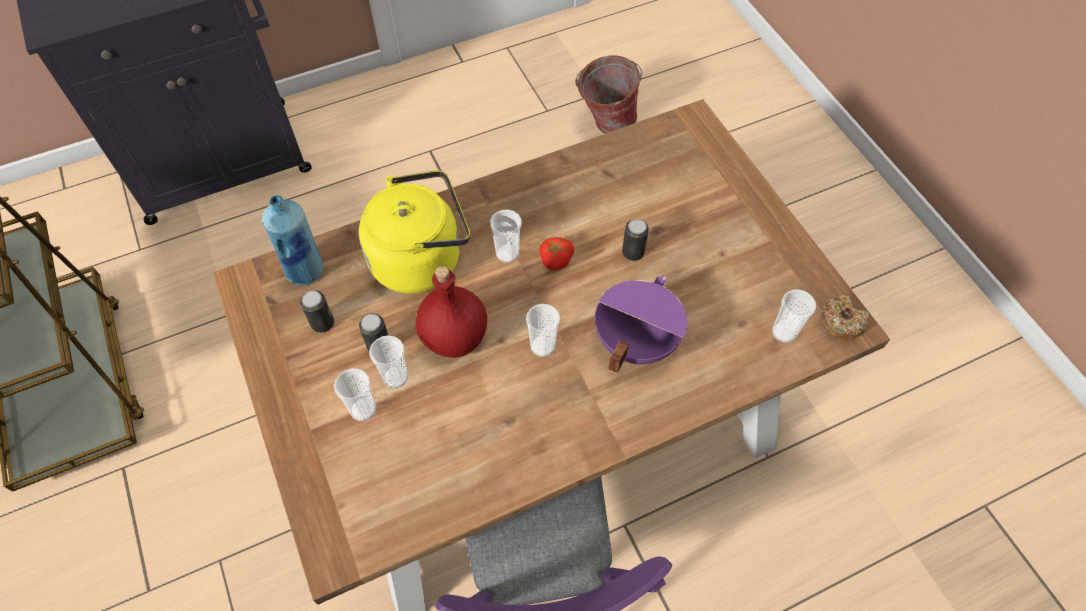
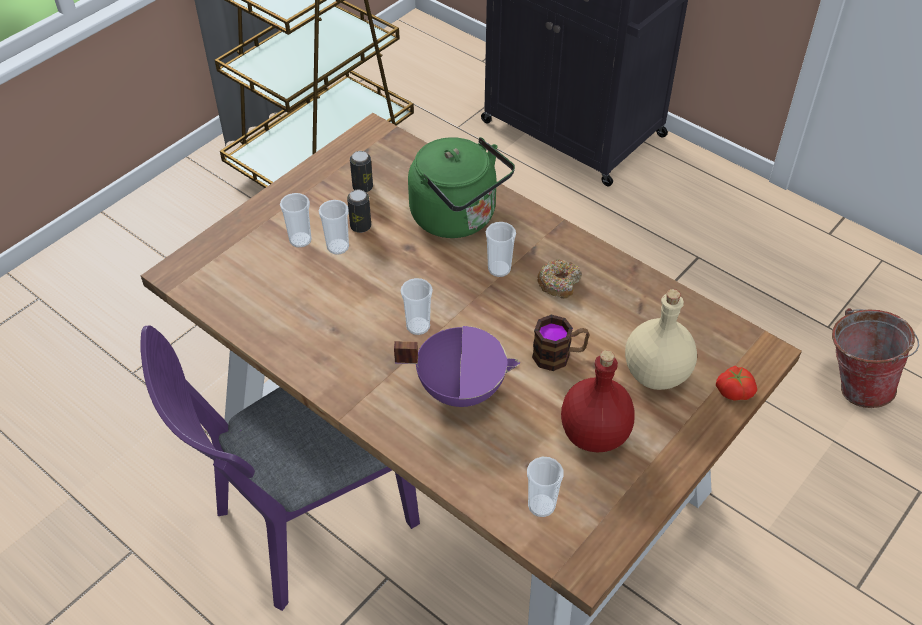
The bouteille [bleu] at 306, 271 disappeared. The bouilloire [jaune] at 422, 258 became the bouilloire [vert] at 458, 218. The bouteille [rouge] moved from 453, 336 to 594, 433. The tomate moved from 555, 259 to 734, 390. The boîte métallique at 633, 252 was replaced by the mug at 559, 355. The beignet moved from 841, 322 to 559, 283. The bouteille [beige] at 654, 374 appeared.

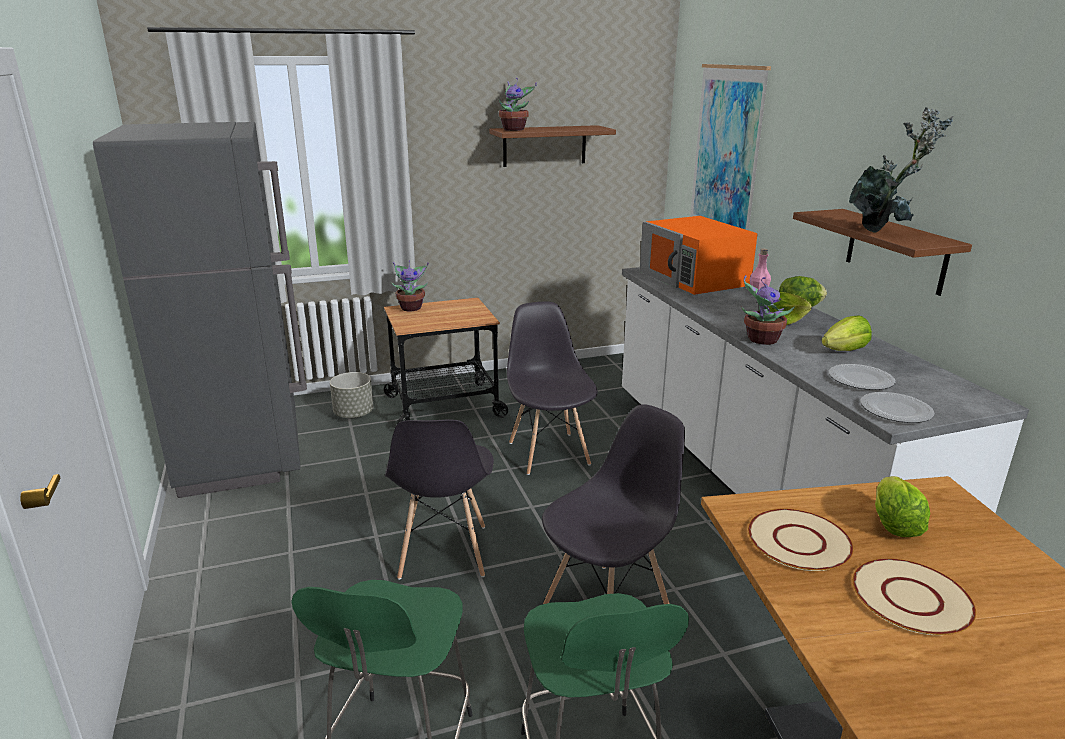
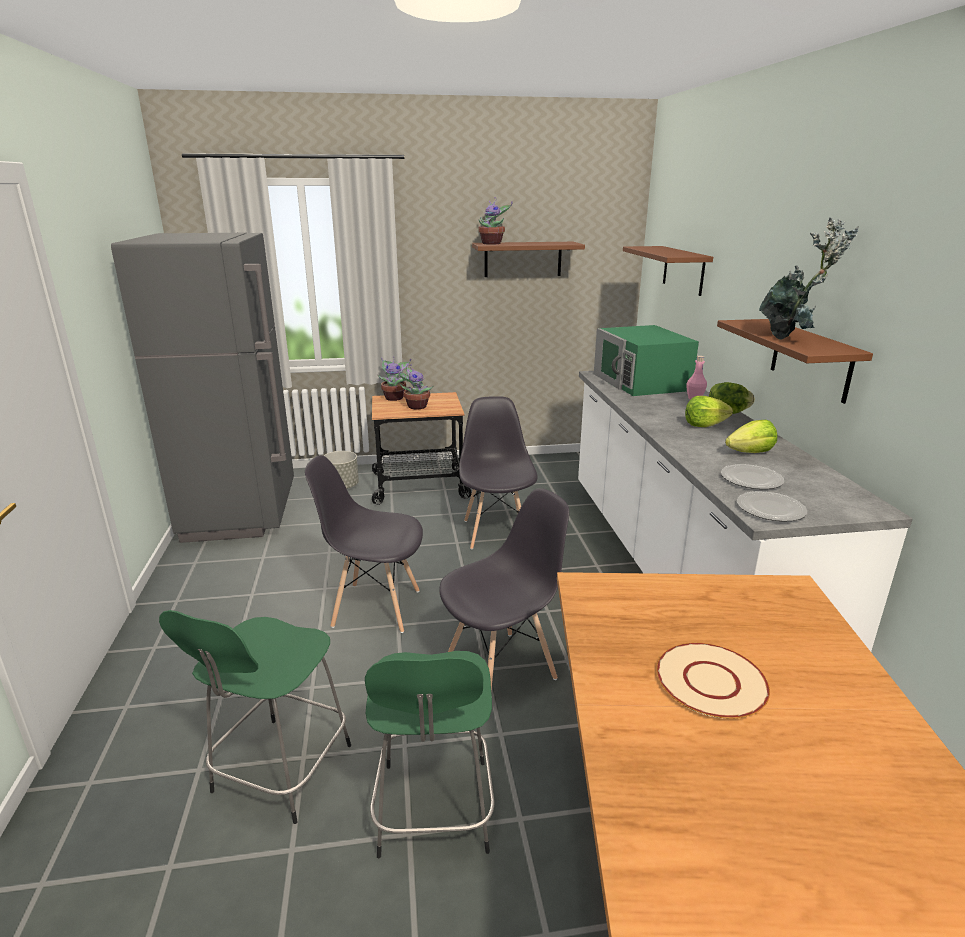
The chaise [gris] at 443, 552 turned 90 degrees clockwise. The micro-ondes [orange] at 694, 278 became the micro-ondes [vert] at 641, 382. The tableau at 726, 156 was replaced by the étagère [marron] at 683, 270. The plante en pot moved from 760, 340 to 416, 406. The assiette [beige] at 799, 542 disappeared. The laitue at 893, 524 disappeared.

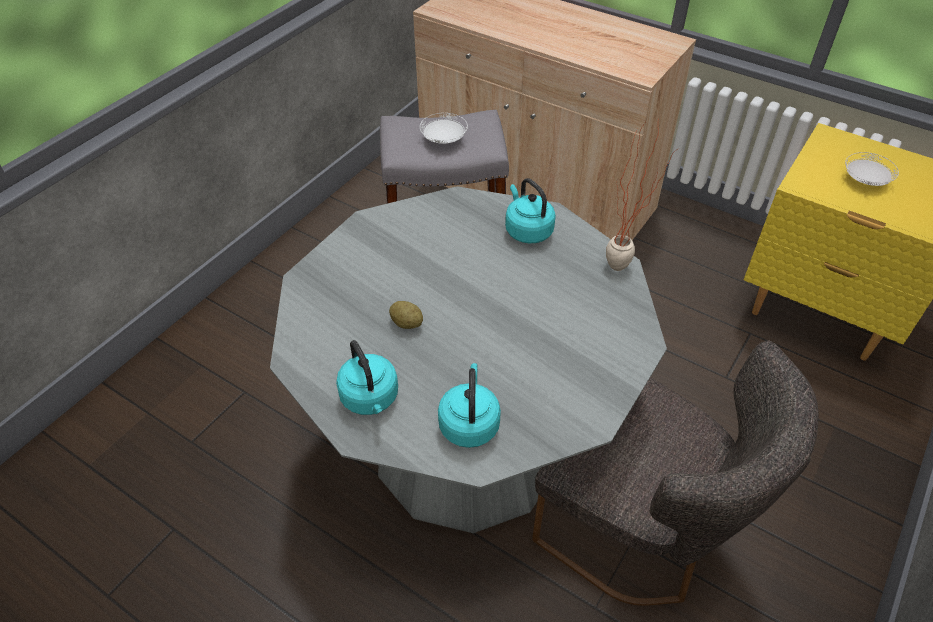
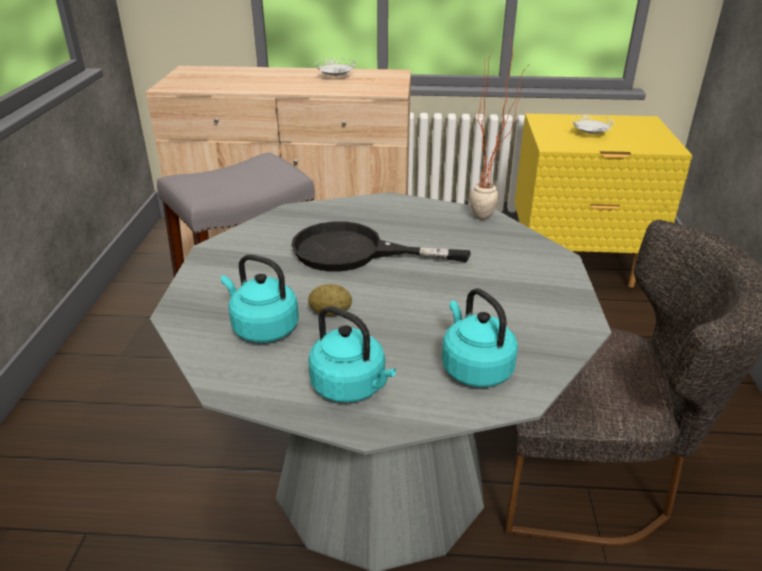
The assiette [blanc] moved from 444, 140 to 336, 77. The bouilloire [turquoise] moved from 527, 230 to 262, 328. The poêle [noir] at 355, 252 appeared.

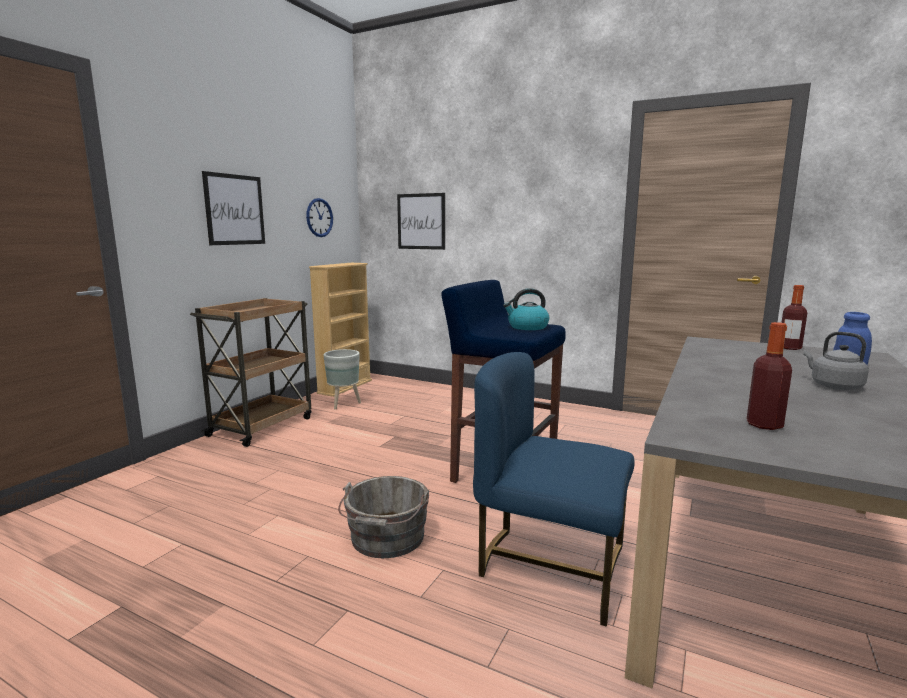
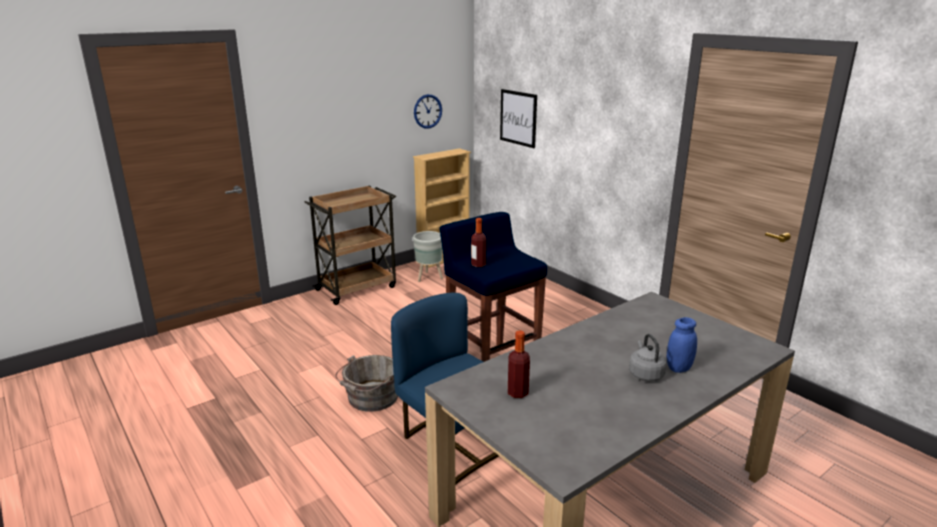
The tableau at 235, 209 disappeared. The bouilloire at 527, 327 disappeared. The bouteille moved from 789, 348 to 478, 264.

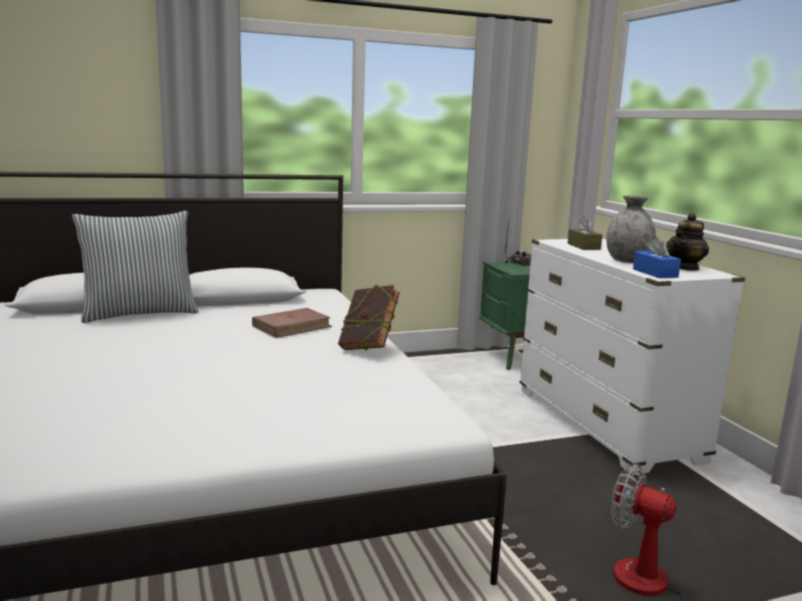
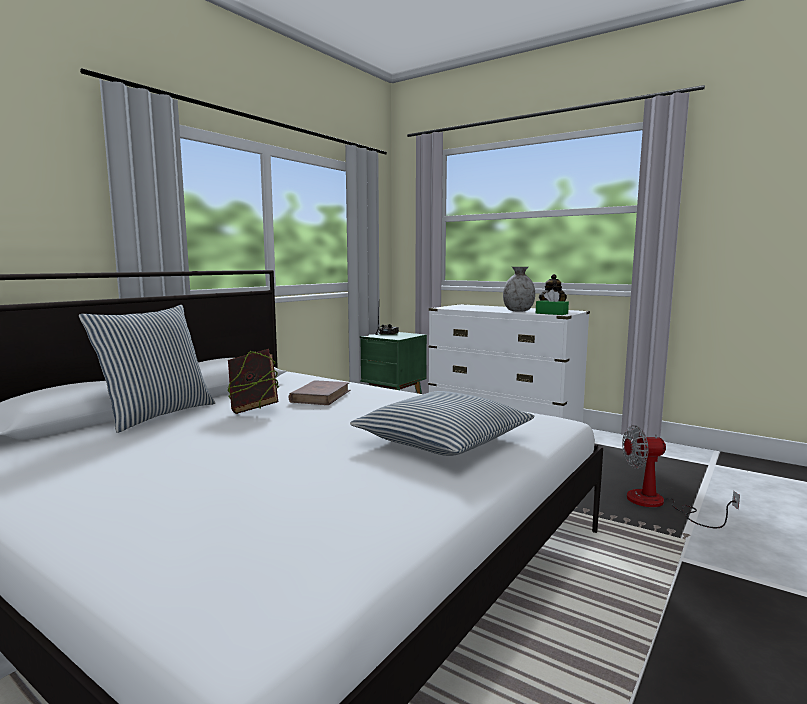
The livre moved from 368, 348 to 254, 409. The boîte à mouchoirs [marron] at 583, 246 disappeared. The boîte à mouchoirs [bleu] at 655, 273 became the boîte à mouchoirs [vert] at 551, 313. The coussin at 442, 440 appeared.

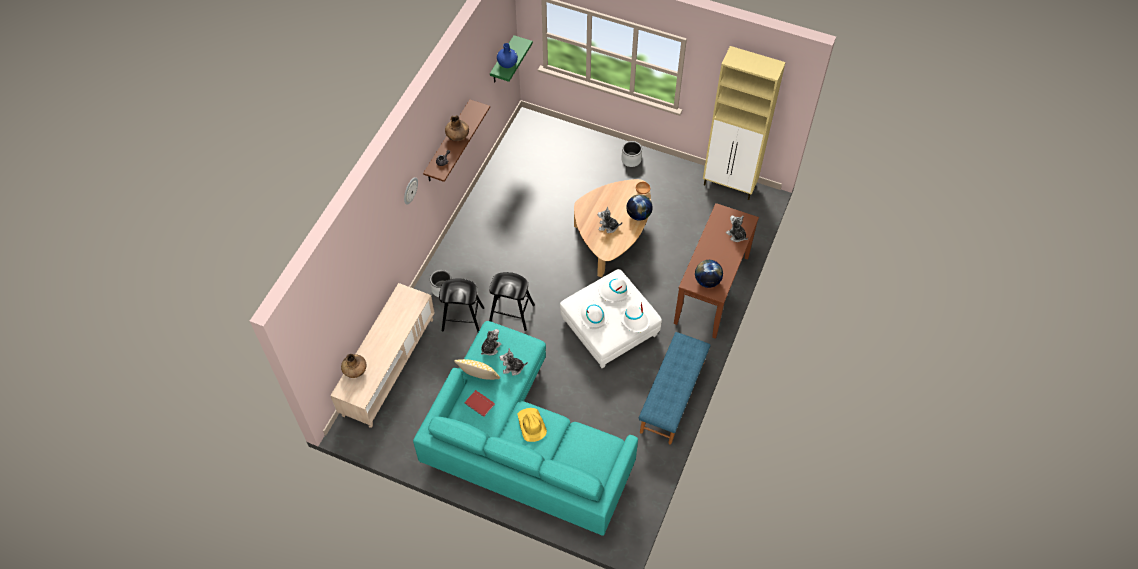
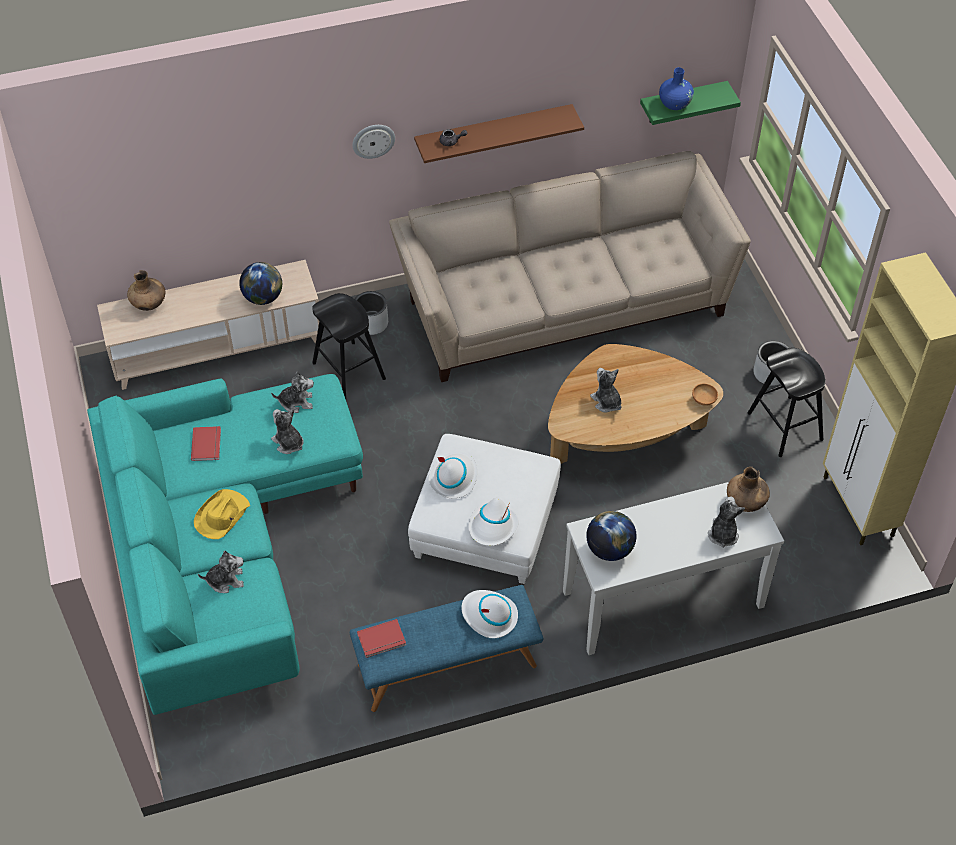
The vase [marron] moved from 458, 136 to 745, 502. The coussin at 479, 378 disappeared. The tabouret [noir] moved from 511, 313 to 784, 426. The chapeau [blanc] moved from 614, 292 to 489, 616. The globe moved from 638, 215 to 263, 298. The table console [marron] at 712, 289 became the table console [blanc] at 663, 599. The peluche at 225, 580 appeared. The livre [rouge] at 382, 640 appeared. The canapé [beige] at 564, 302 appeared.

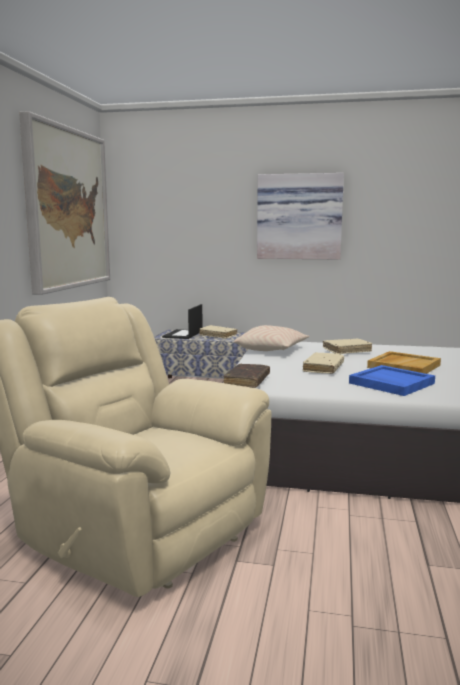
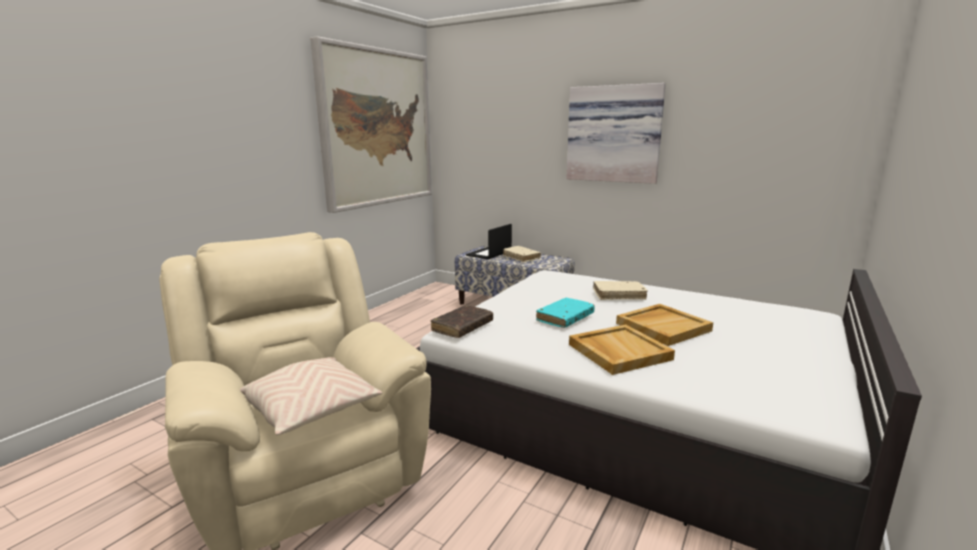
The coussin [beige] moved from 271, 350 to 312, 410. The livre [beige] at 323, 368 became the livre [turquoise] at 565, 318. The plateau [bleu] at 390, 383 became the plateau [beige] at 618, 351.

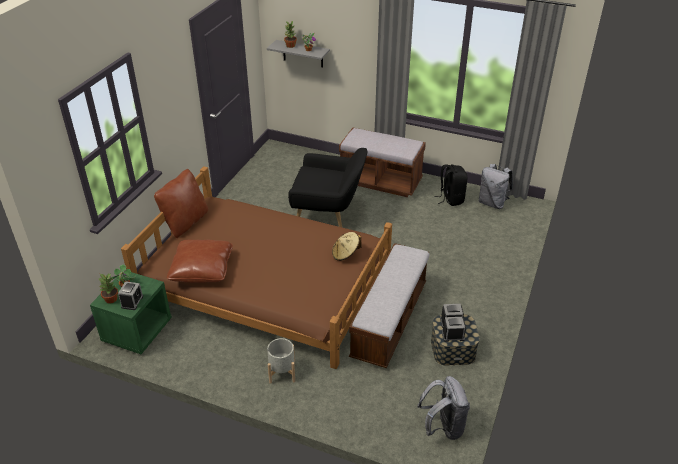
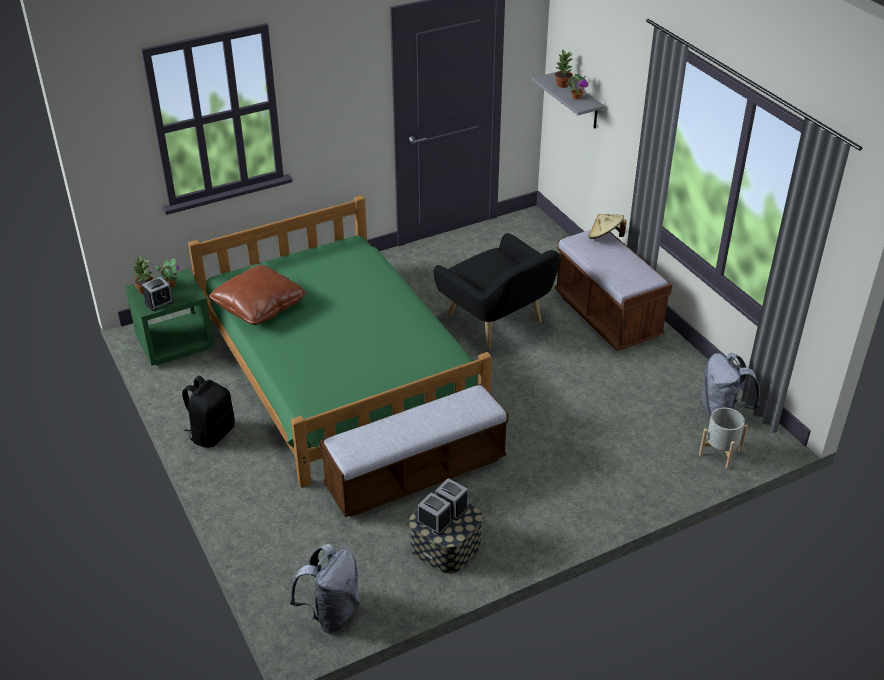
The lit [marron] at 267, 286 became the lit [vert] at 338, 366. The coussin [marron] at 185, 222 disappeared. The cache-pot [gris] moved from 282, 372 to 720, 452. The chapeau [beige] moved from 345, 254 to 605, 237. The sac à dos [noir] moved from 450, 199 to 212, 433.

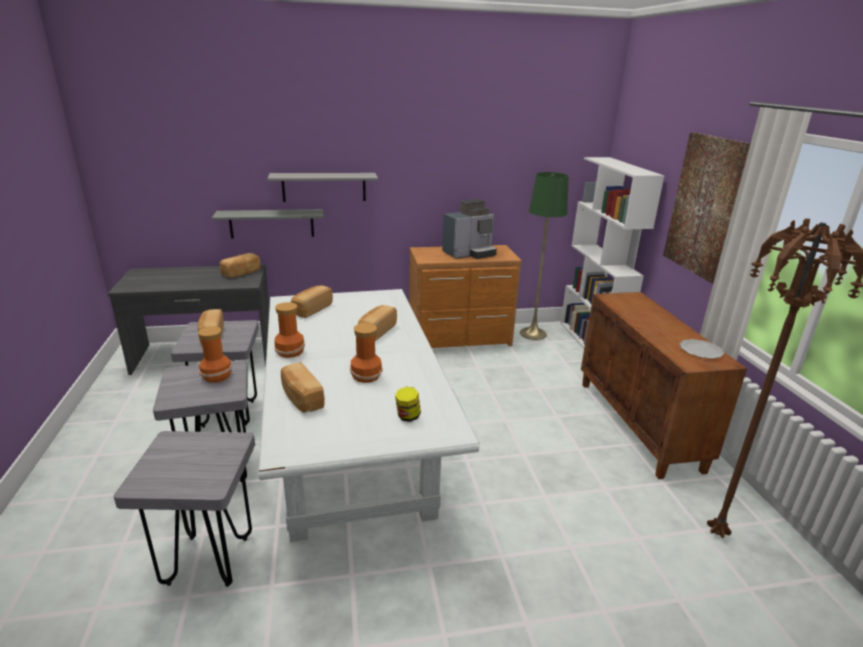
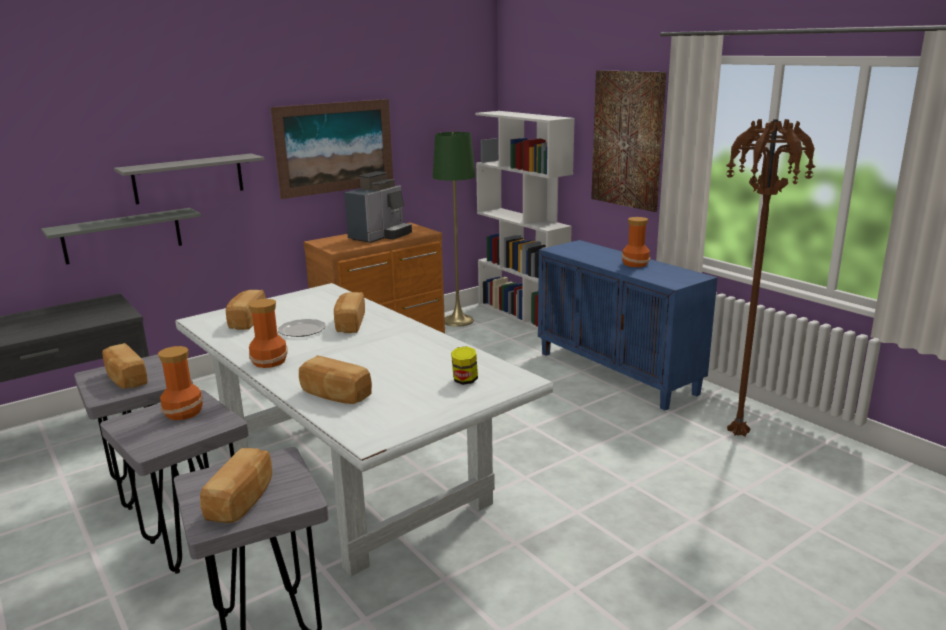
The pain moved from 242, 273 to 243, 500. The vase moved from 366, 375 to 634, 263. The meuble de rangement [marron] at 638, 424 became the meuble de rangement [bleu] at 617, 373. The assiette moved from 701, 350 to 303, 330. The tableau at 335, 147 appeared.

